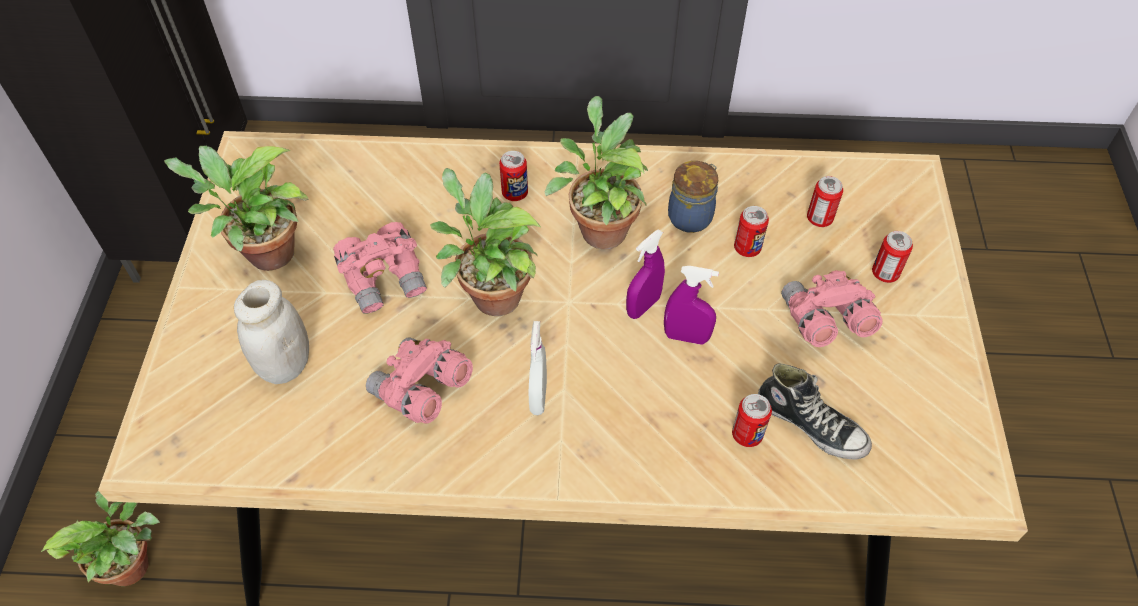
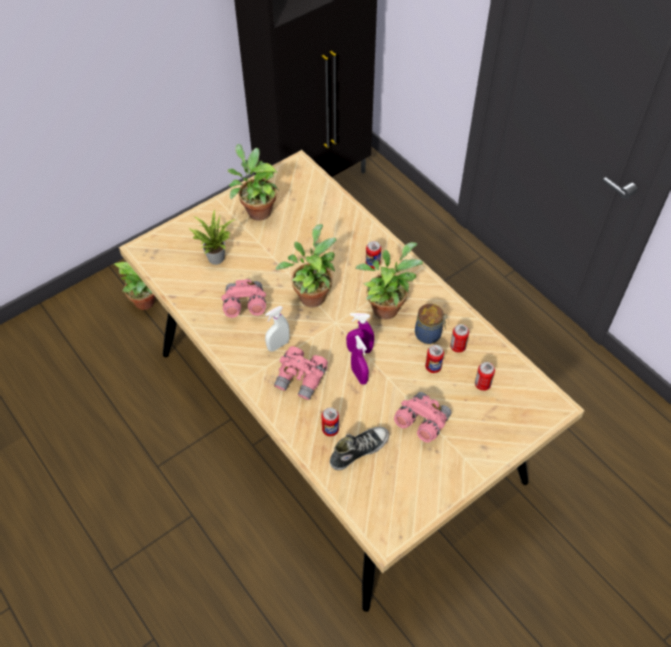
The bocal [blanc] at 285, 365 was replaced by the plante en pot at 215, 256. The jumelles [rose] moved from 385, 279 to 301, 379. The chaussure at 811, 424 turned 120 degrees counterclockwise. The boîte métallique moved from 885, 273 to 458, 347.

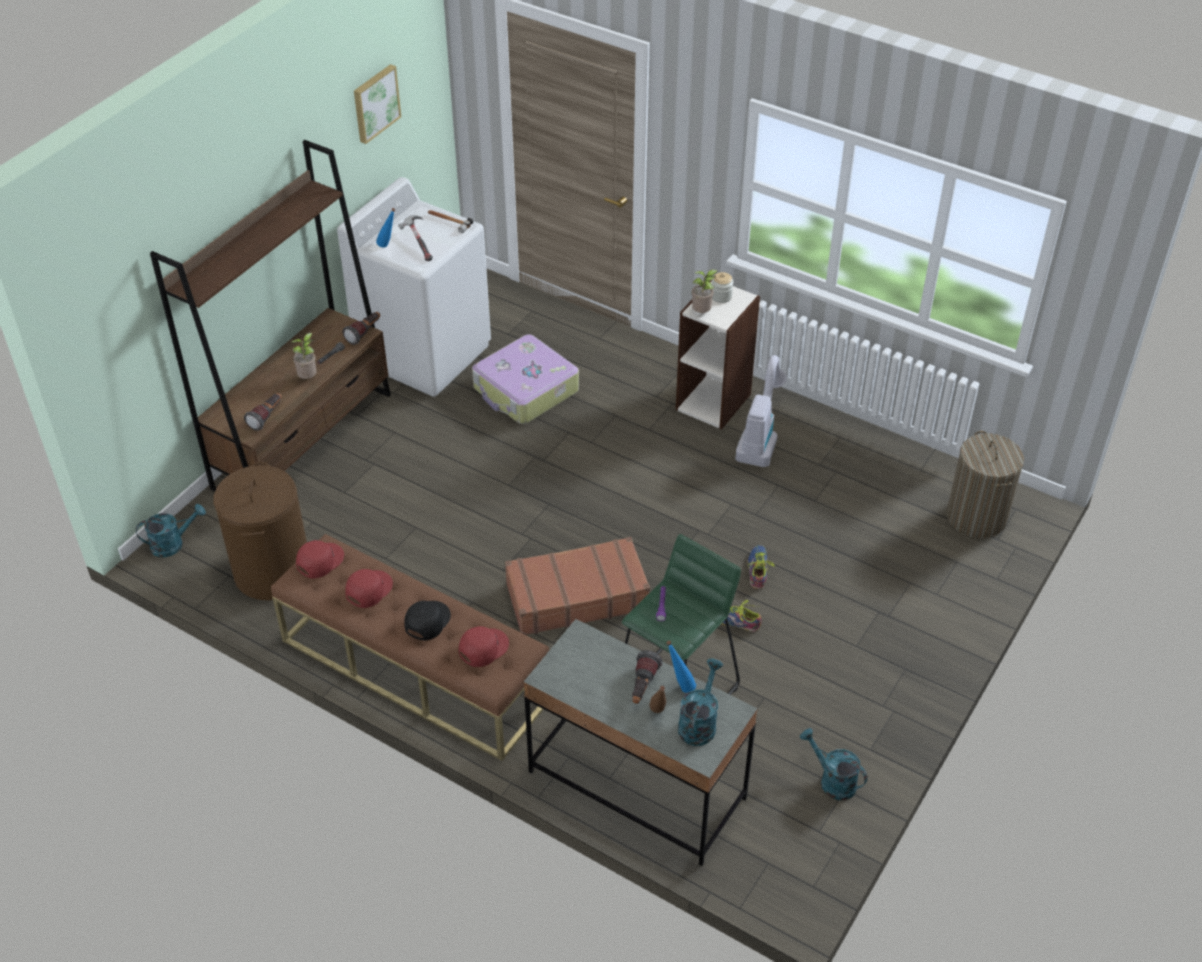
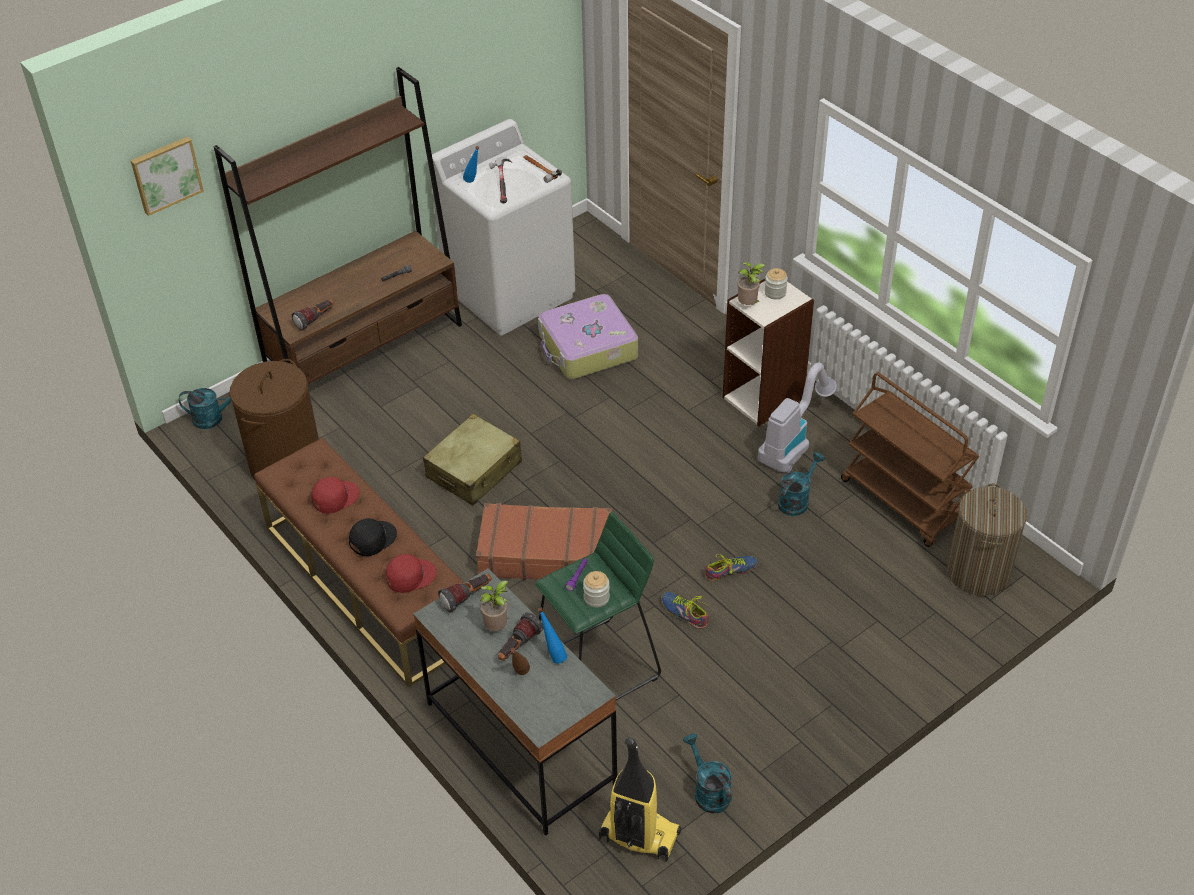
The plante en pot moved from 309, 378 to 497, 627. The casquette [rouge] at 319, 560 disappeared. The lampe de poche moved from 364, 333 to 467, 597. The tableau moved from 375, 103 to 166, 174. The arrosoir [turquoise] moved from 699, 722 to 796, 500. The chaussure at 757, 570 turned 45 degrees clockwise. The valise [beige] at 474, 470 appeared. The bocal at 596, 598 appeared. The aspirateur at 638, 836 appeared. The chariot [marron] at 903, 502 appeared.

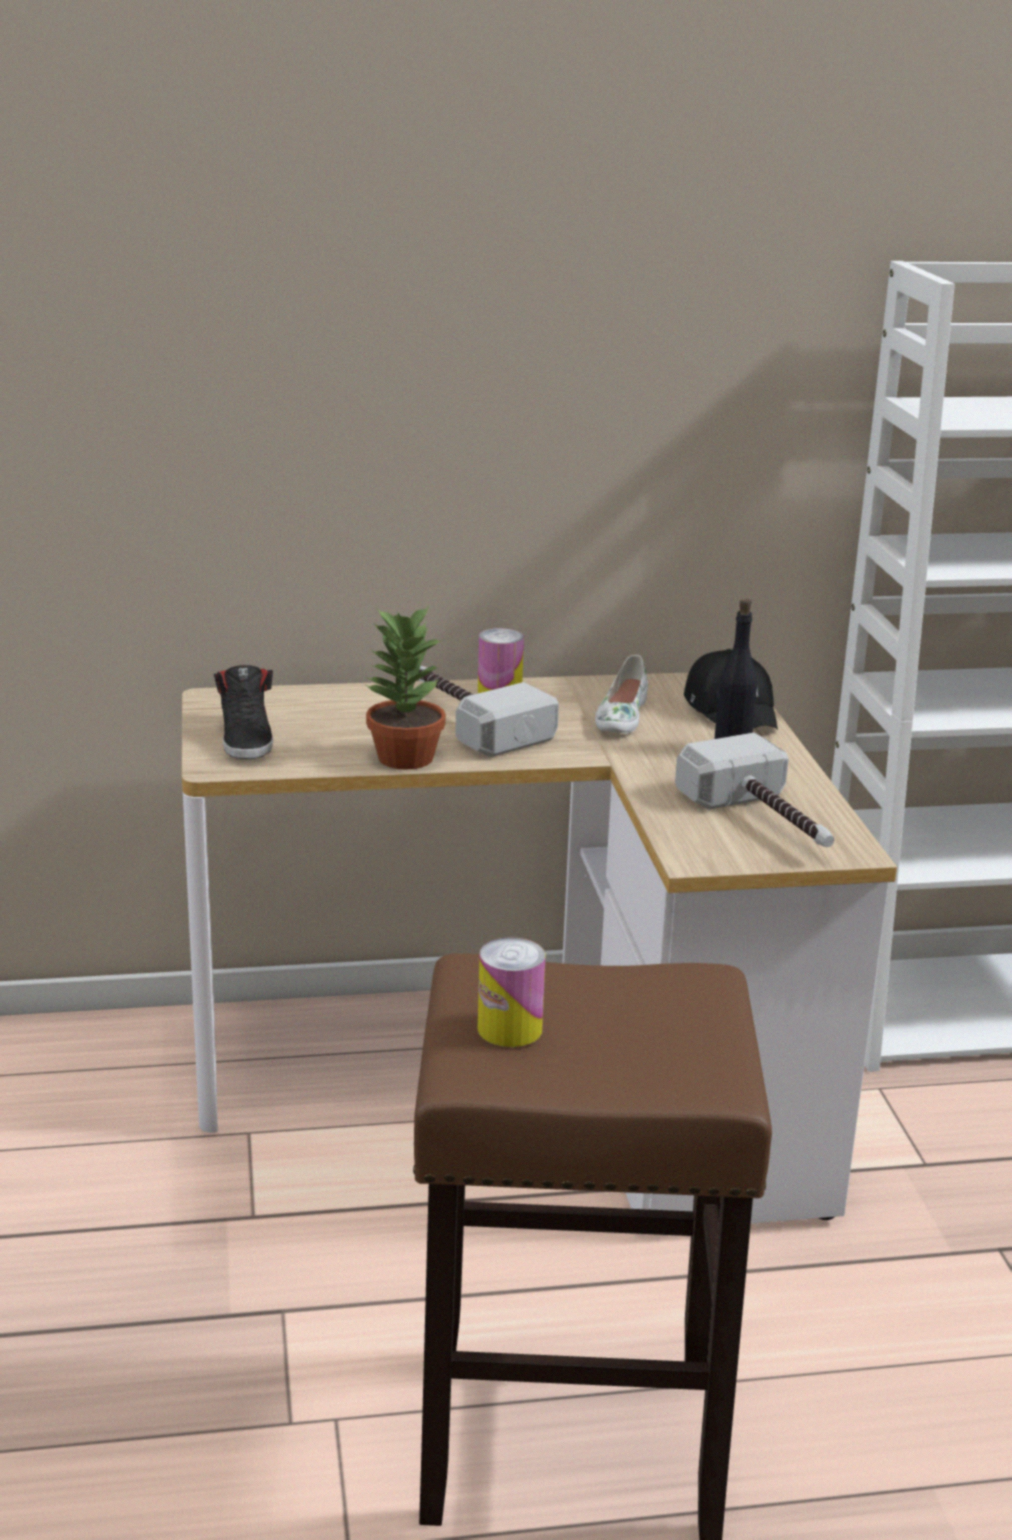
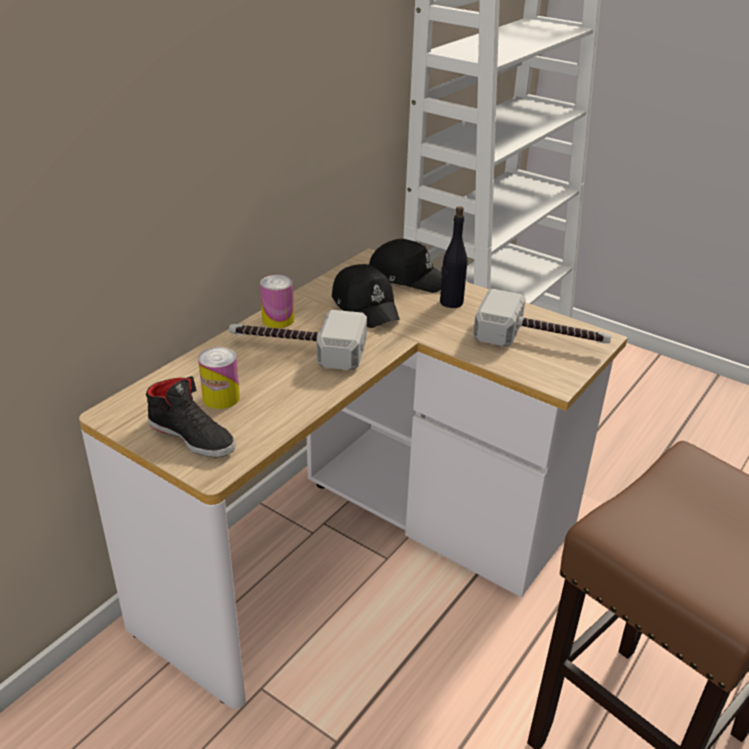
The plante en pot at 403, 758 disappeared. The boîte métallique moved from 509, 1029 to 221, 398. The chaussure [blanc] at 620, 716 was replaced by the casquette [noir] at 366, 306.

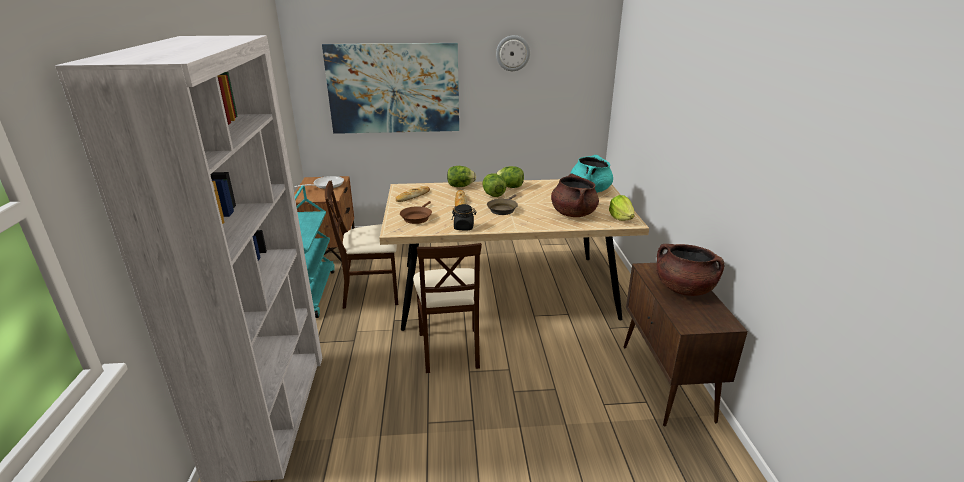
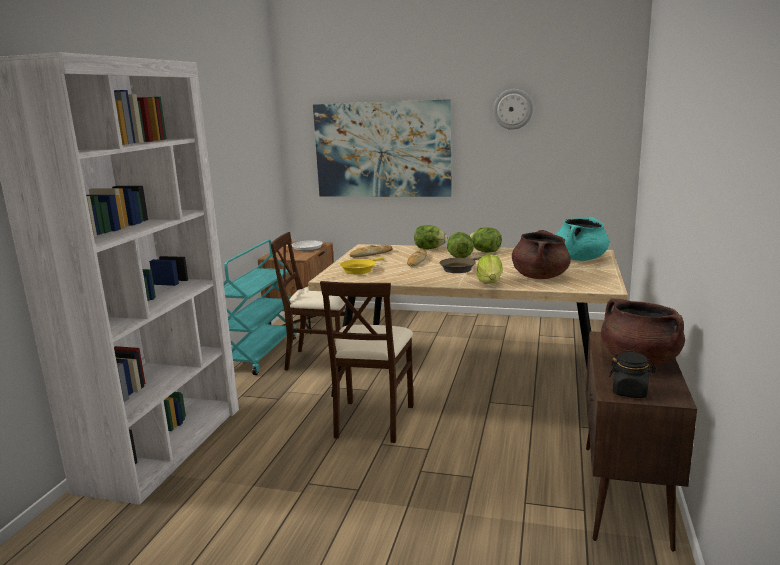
The poêle [marron] at 417, 217 became the poêle [jaune] at 360, 270. The bocal [noir] moved from 464, 227 to 630, 392. The laitue moved from 621, 218 to 490, 282.

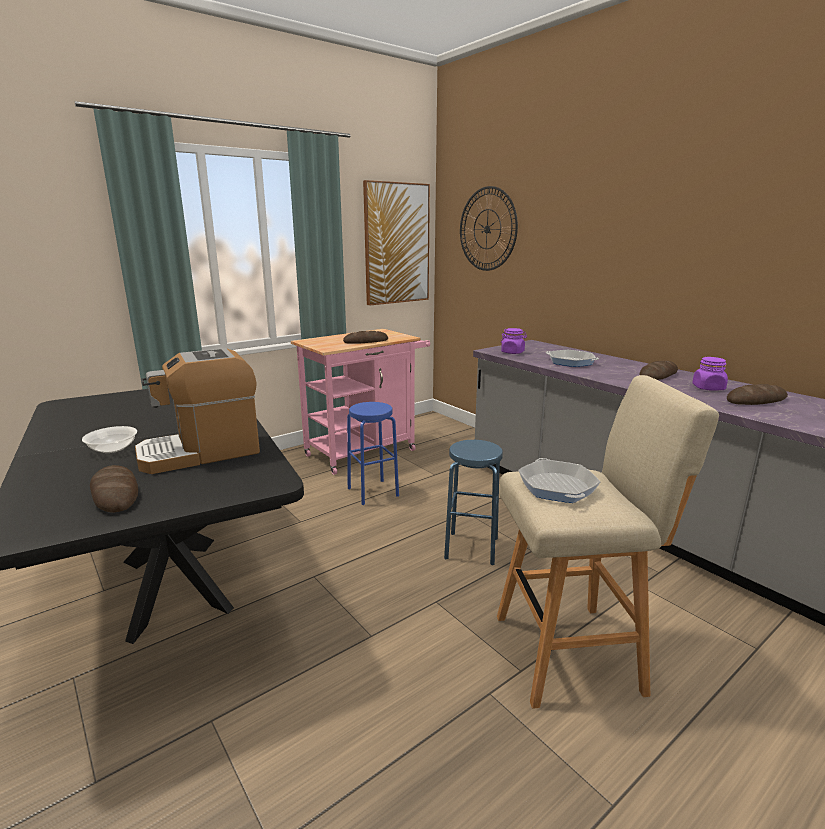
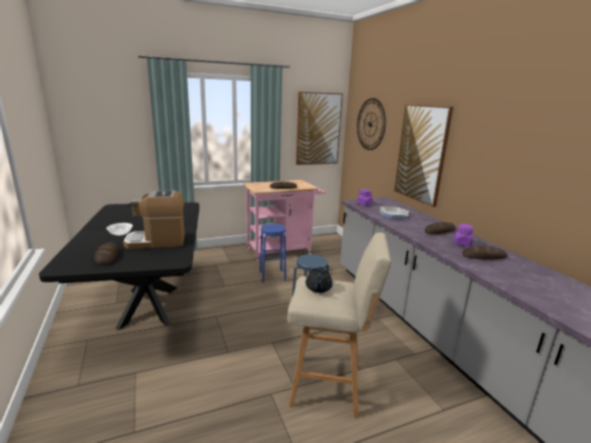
The poêle at 557, 487 was replaced by the théière [noir] at 318, 288. The tableau at 421, 153 appeared.

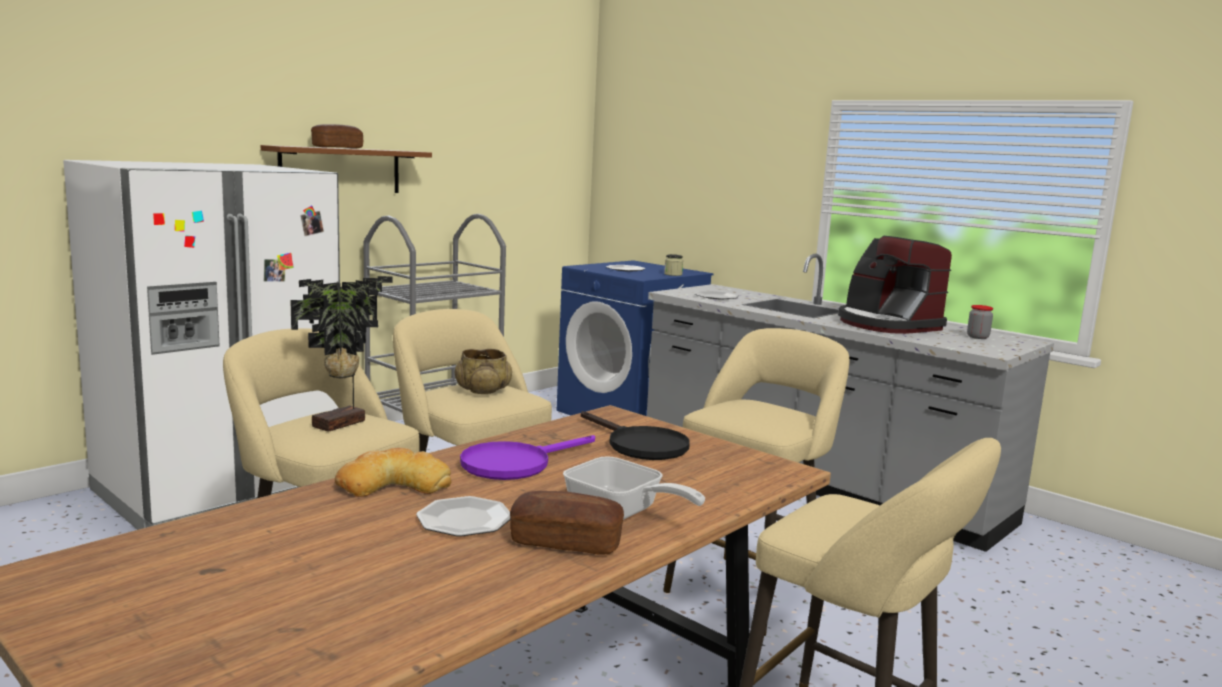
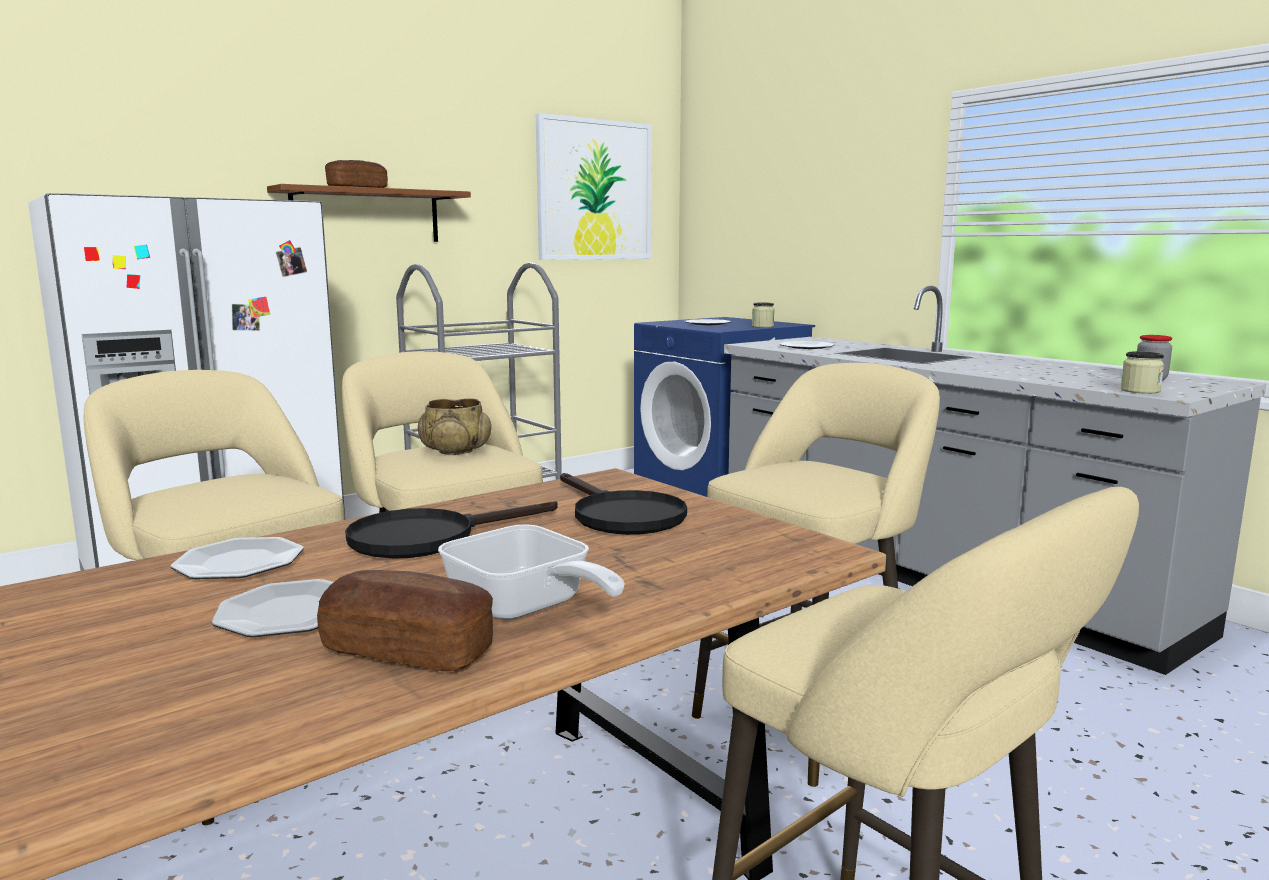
The plante en pot at 342, 424 disappeared. The pain at 393, 484 was replaced by the assiette at 239, 562. The poêle [violet] at 515, 464 became the poêle [noir] at 428, 538. The machine à café at 886, 324 disappeared. The tableau at 594, 190 appeared. The bocal at 1140, 391 appeared.

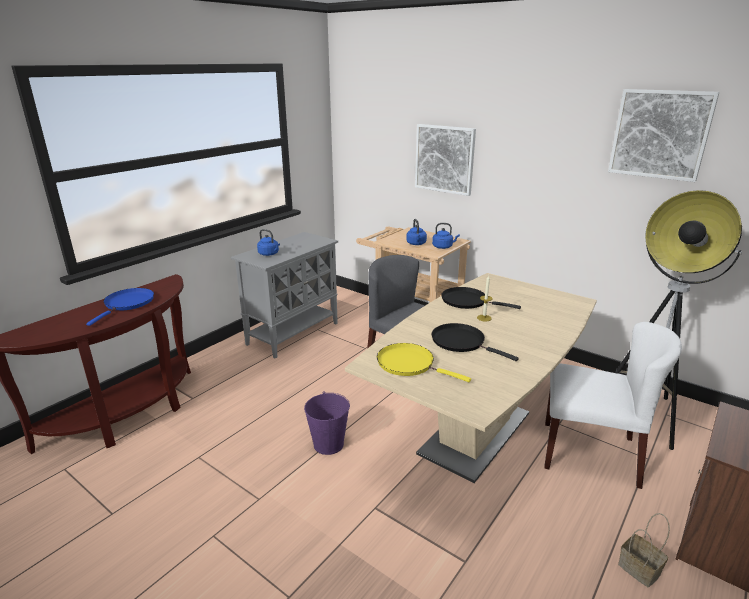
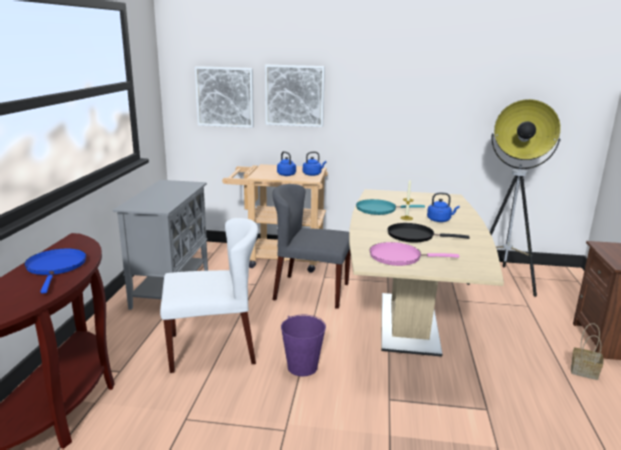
The bouilloire [bleu] moved from 269, 254 to 440, 220. The poêle [jaune] at 409, 364 became the poêle [rose] at 398, 257. The poêle [noir] at 467, 301 became the poêle [turquoise] at 379, 209. The chaise [blanc] moved from 590, 453 to 213, 348. The tableau moved from 660, 134 to 225, 97.

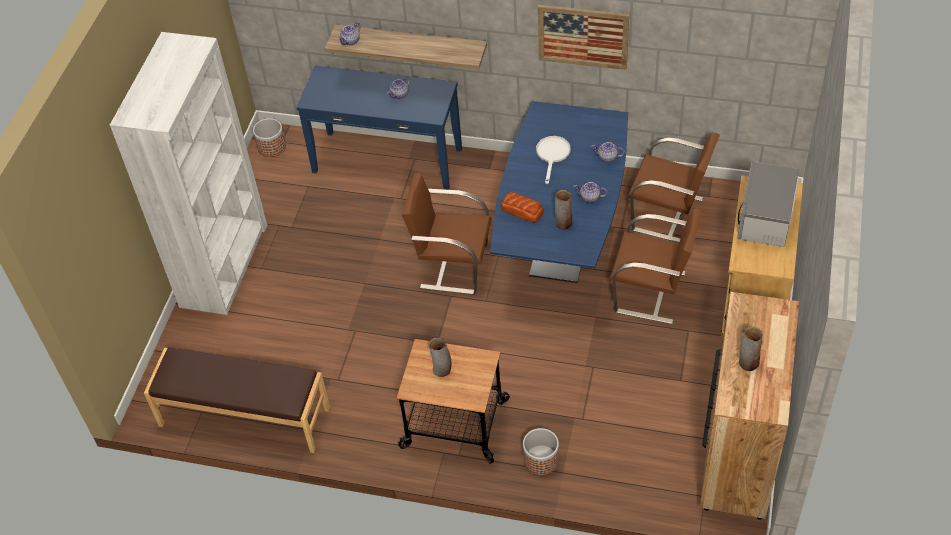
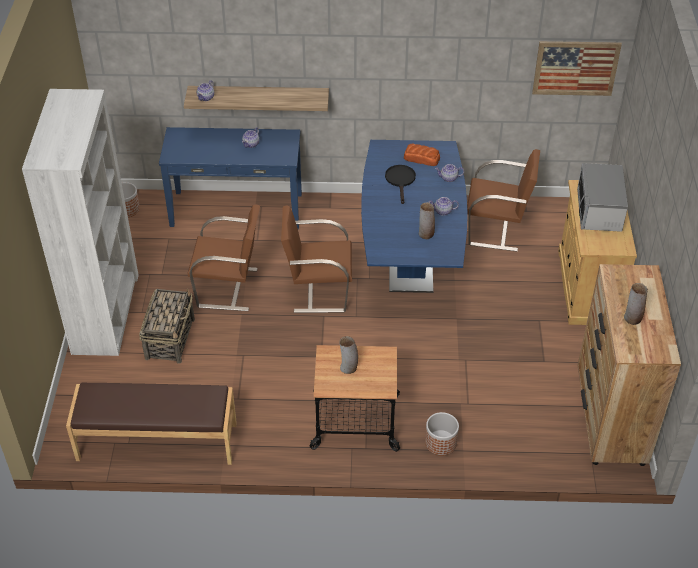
The pain moved from 522, 210 to 421, 158. The poêle [blanc] at 552, 155 became the poêle [noir] at 400, 181. The tableau moved from 583, 36 to 575, 68. The chaise [marron] moved from 652, 293 to 229, 288. The panier at 170, 338 appeared.

